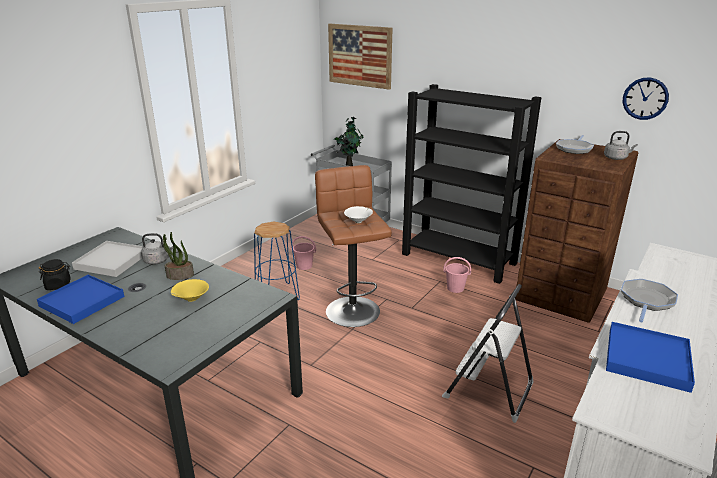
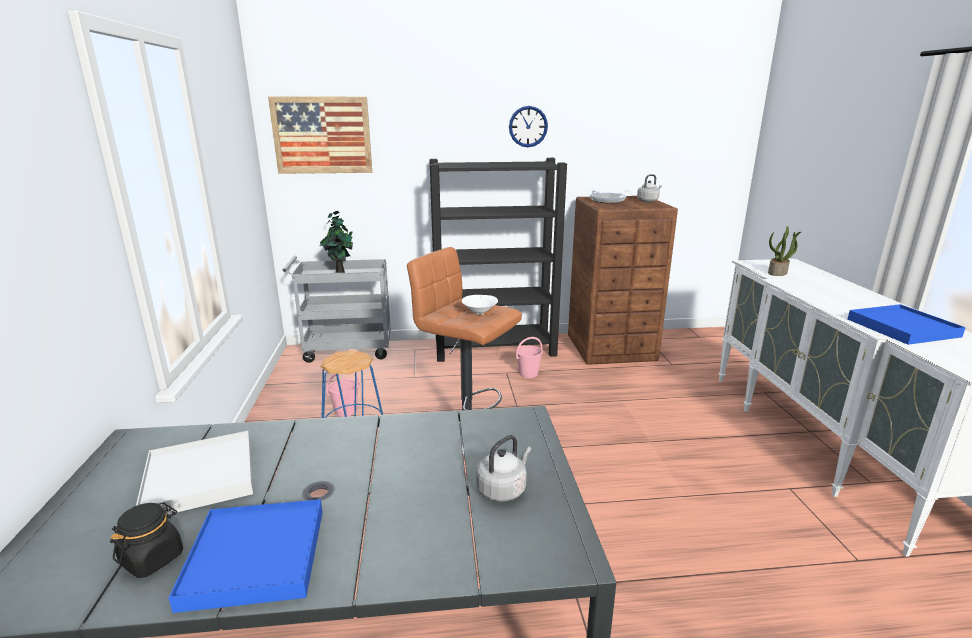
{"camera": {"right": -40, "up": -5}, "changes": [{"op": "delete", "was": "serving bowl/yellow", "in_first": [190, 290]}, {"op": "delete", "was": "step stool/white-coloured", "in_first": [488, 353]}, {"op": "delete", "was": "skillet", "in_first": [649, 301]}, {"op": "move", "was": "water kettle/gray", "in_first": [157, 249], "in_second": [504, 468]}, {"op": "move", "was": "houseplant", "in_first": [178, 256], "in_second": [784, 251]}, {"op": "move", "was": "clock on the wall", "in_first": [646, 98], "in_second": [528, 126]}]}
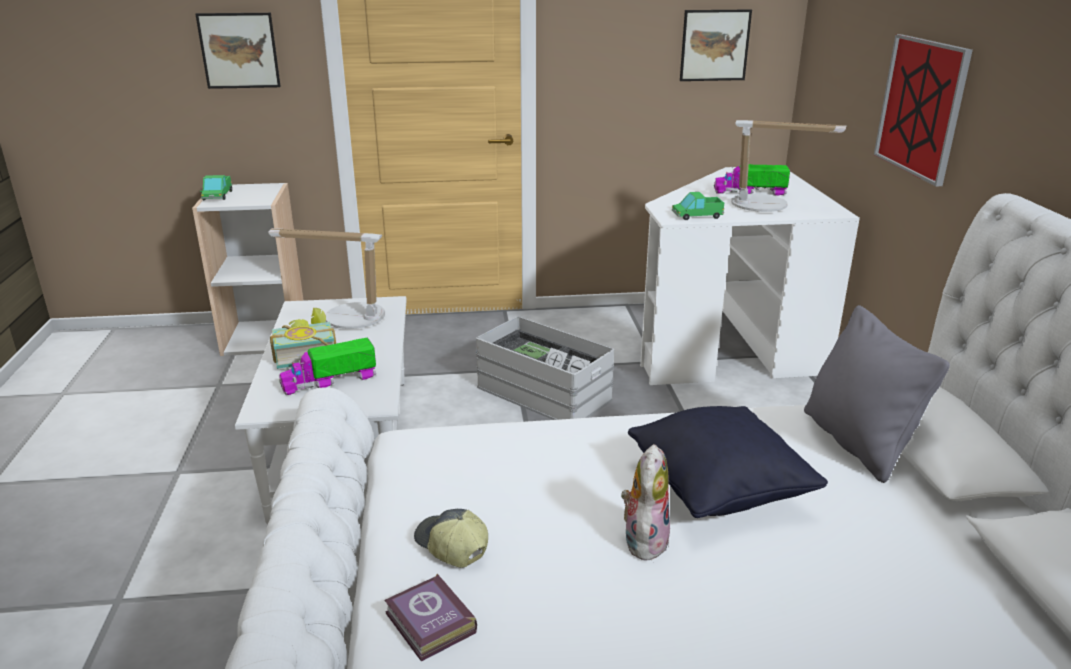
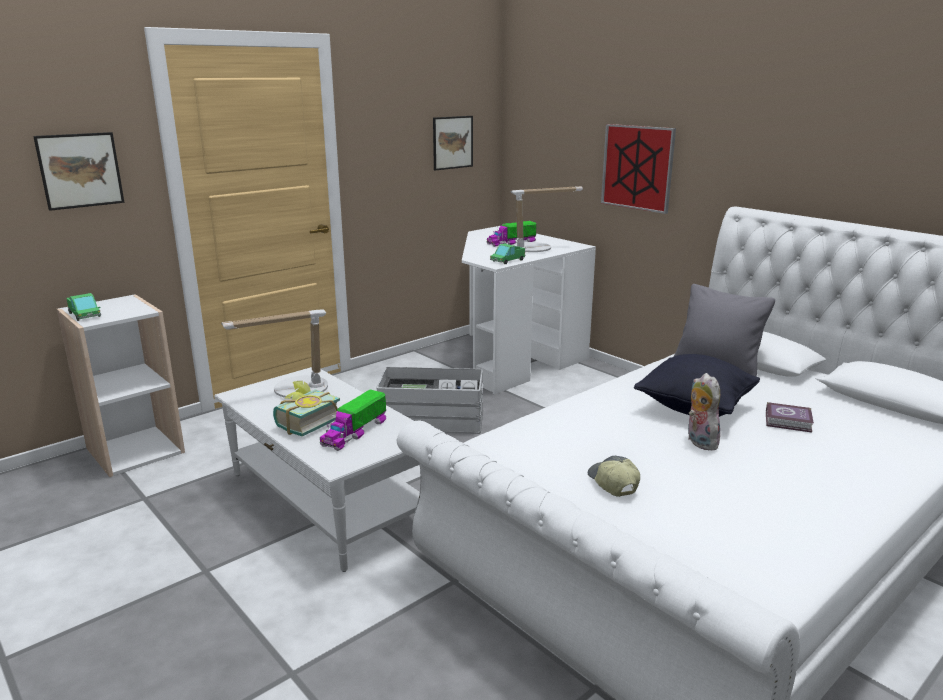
{"camera": {"right": -35, "up": -5}, "changes": [{"op": "move", "was": "volume", "in_first": [431, 618], "in_second": [790, 417]}, {"op": "rotate", "was": "cap", "in_first": [451, 538], "in_second": [614, 476], "clockwise": 60}]}
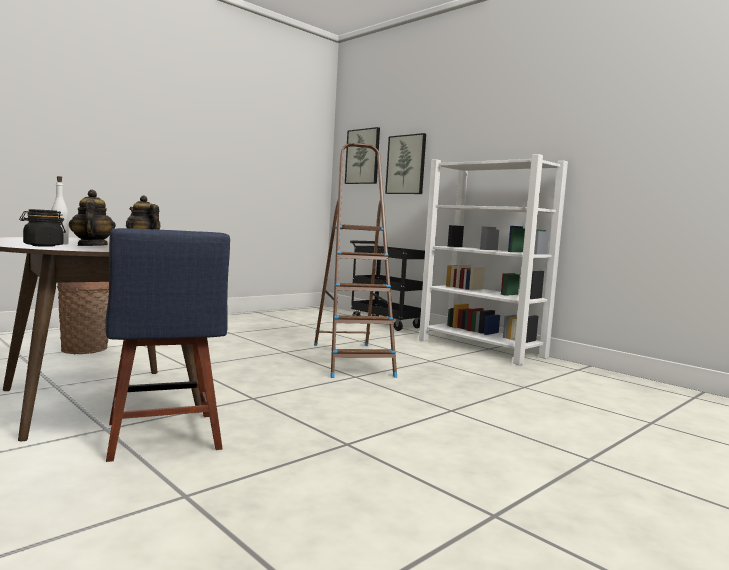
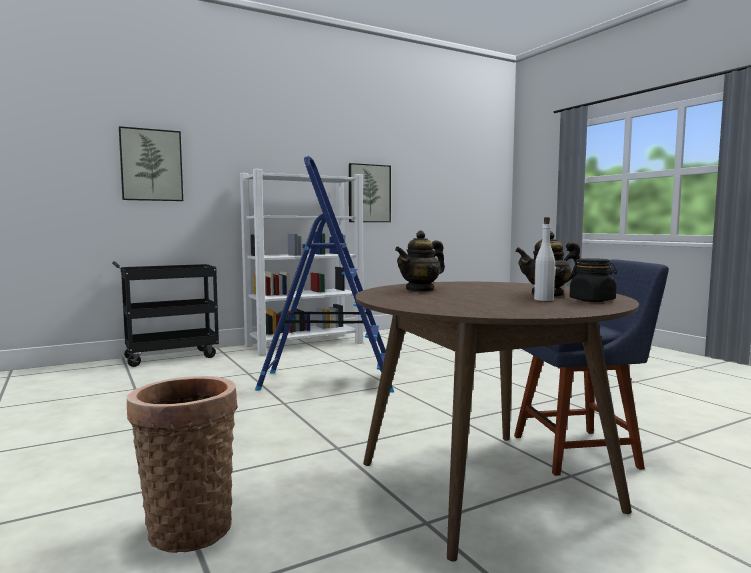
{"camera": {"right": -75, "up": 0}, "changes": [{"op": "move", "was": "picture", "in_first": [362, 155], "in_second": [370, 192]}, {"op": "recolor", "was": "step stool/brown", "now": "step stool/bluish", "in_first": [355, 260], "in_second": [325, 274]}]}
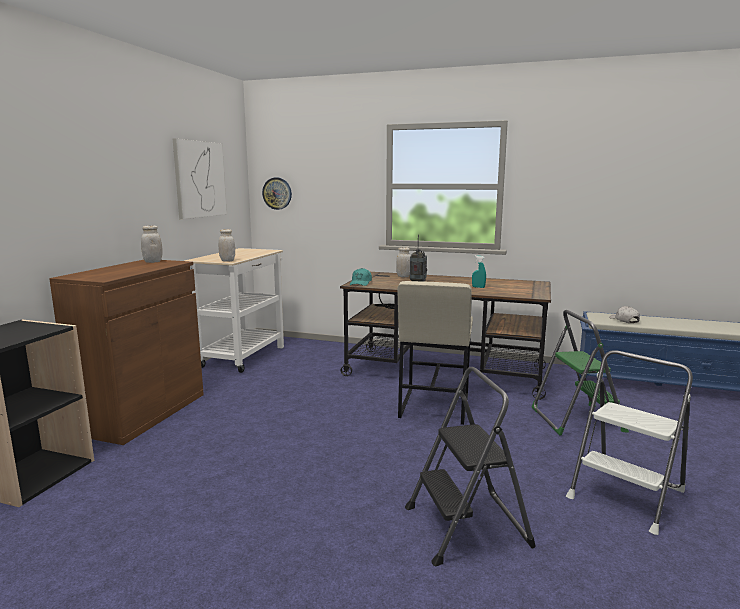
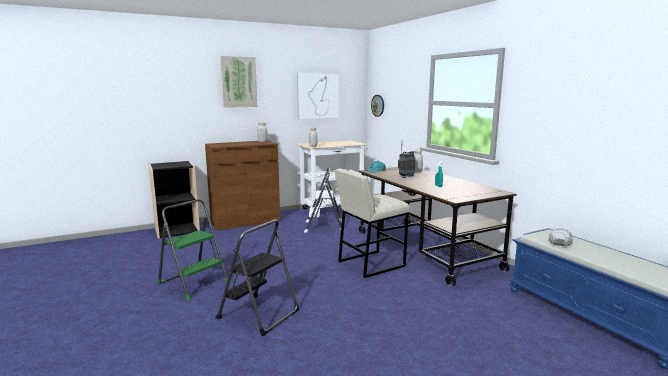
{"camera": {"right": 45, "up": 0}, "changes": [{"op": "insert", "now": "picture", "in_second": [239, 82]}, {"op": "move", "was": "step stool/green", "in_first": [580, 373], "in_second": [193, 250]}, {"op": "move", "was": "step stool/white-coloured", "in_first": [629, 442], "in_second": [323, 200]}]}
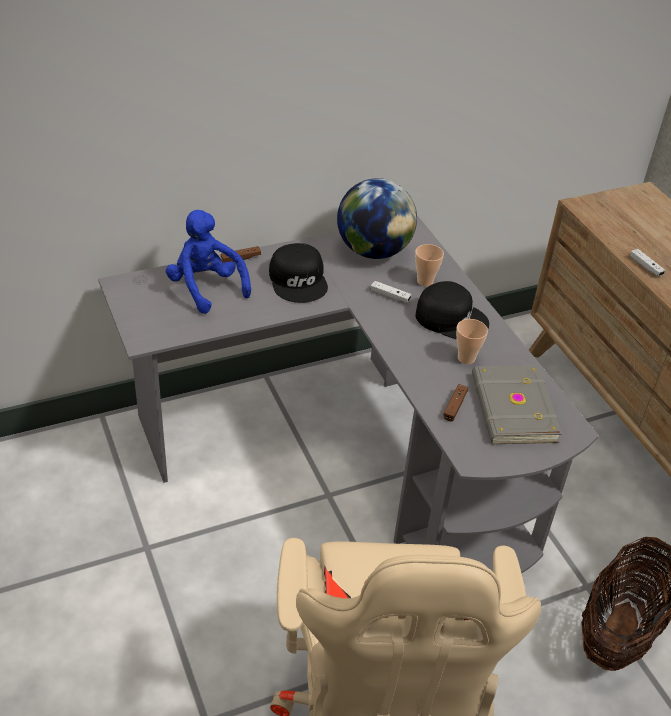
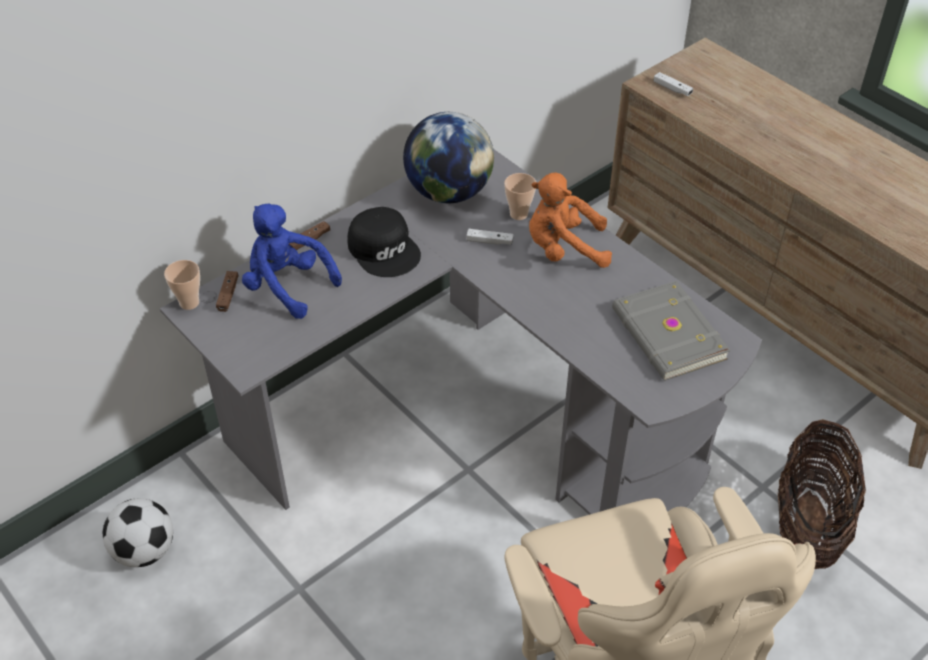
{"camera": {"right": -15, "up": 5}, "changes": [{"op": "insert", "now": "ball for football", "in_second": [138, 532]}, {"op": "move", "was": "gamepad/brown", "in_first": [455, 402], "in_second": [227, 291]}, {"op": "move", "was": "drinking cup", "in_first": [472, 341], "in_second": [182, 285]}, {"op": "move", "was": "gamepad/white-coloured", "in_first": [647, 262], "in_second": [673, 84]}, {"op": "replace", "was": "cap/black-coloured", "now": "plush toy/orange", "in_first": [452, 310], "in_second": [570, 220]}]}
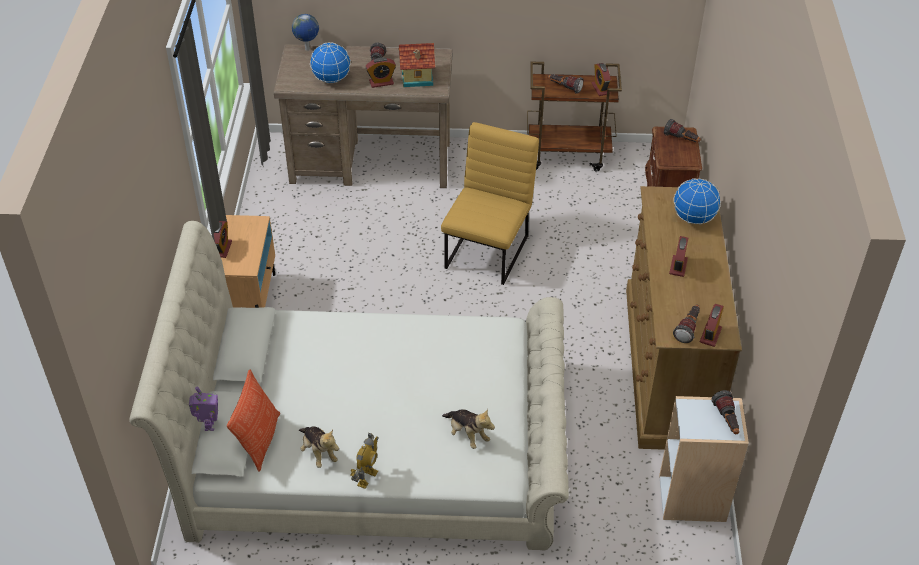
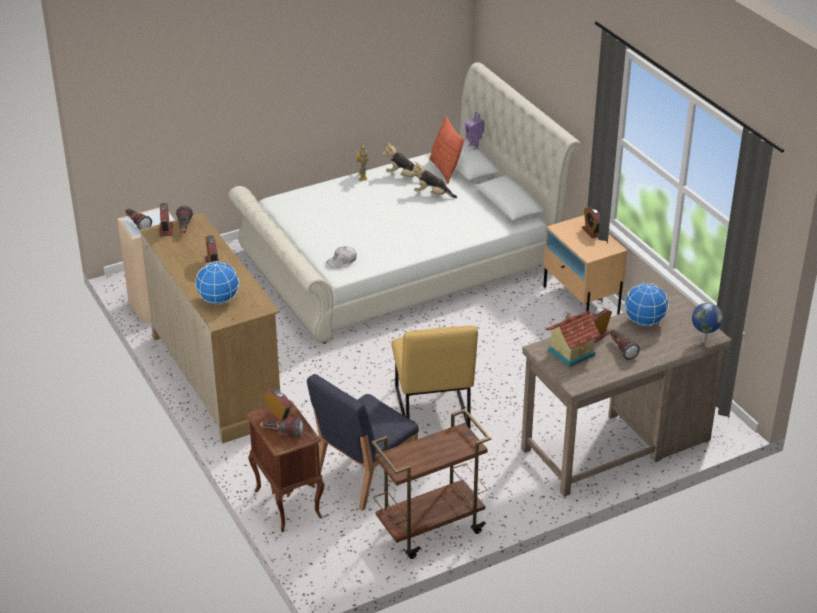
{"camera": {"right": 150, "up": -10}, "changes": [{"op": "delete", "was": "flashlight", "in_first": [565, 84]}, {"op": "insert", "now": "upright chair/bluish", "in_second": [363, 442]}, {"op": "insert", "now": "cap/white-coloured", "in_second": [341, 257]}, {"op": "move", "was": "plush toy", "in_first": [468, 429], "in_second": [433, 179]}, {"op": "move", "was": "table clock", "in_first": [601, 79], "in_second": [278, 405]}]}
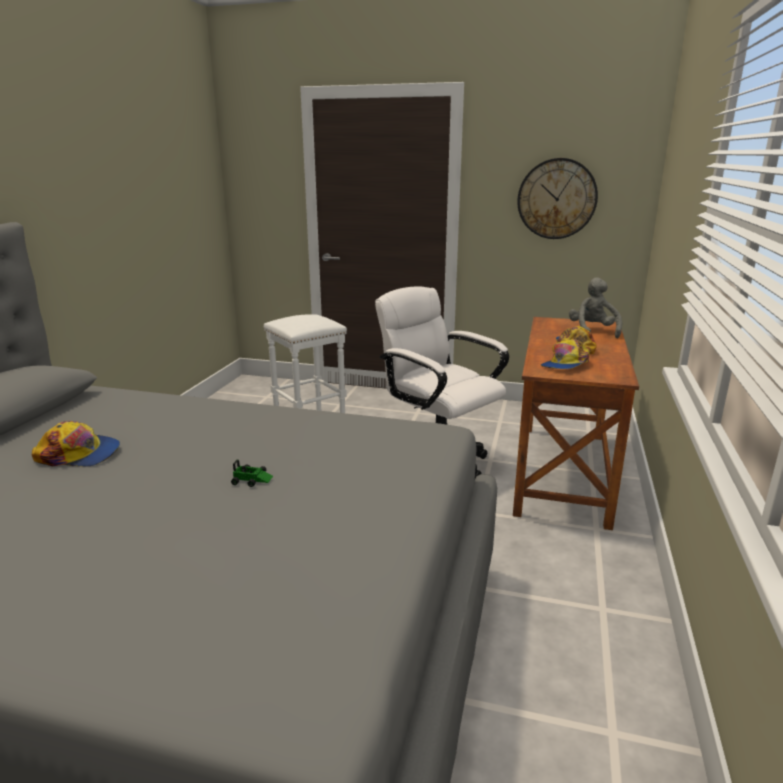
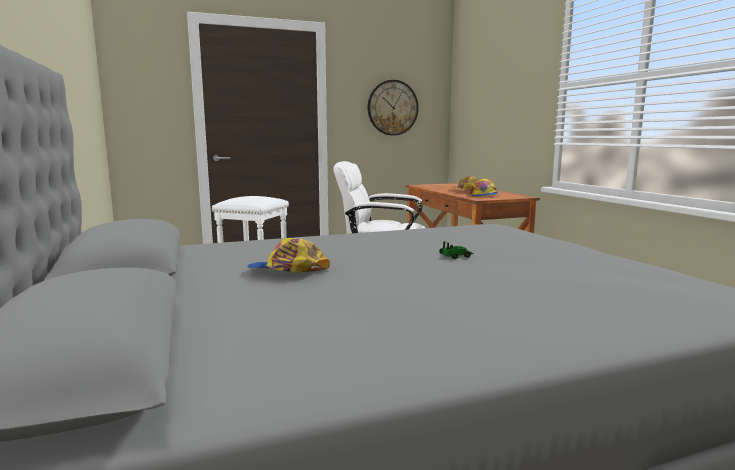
{"camera": {"right": -35, "up": -10}, "changes": [{"op": "delete", "was": "plush toy/gray", "in_first": [595, 307]}, {"op": "rotate", "was": "cap", "in_first": [76, 444], "in_second": [288, 255], "clockwise": -135}]}
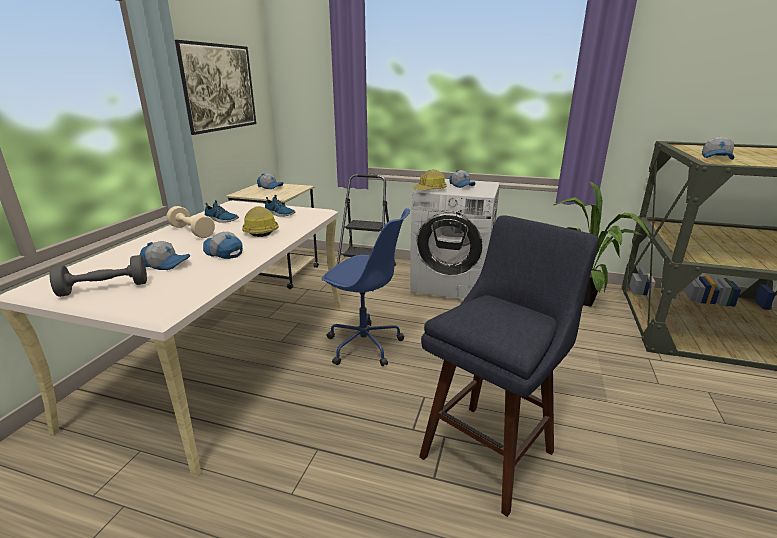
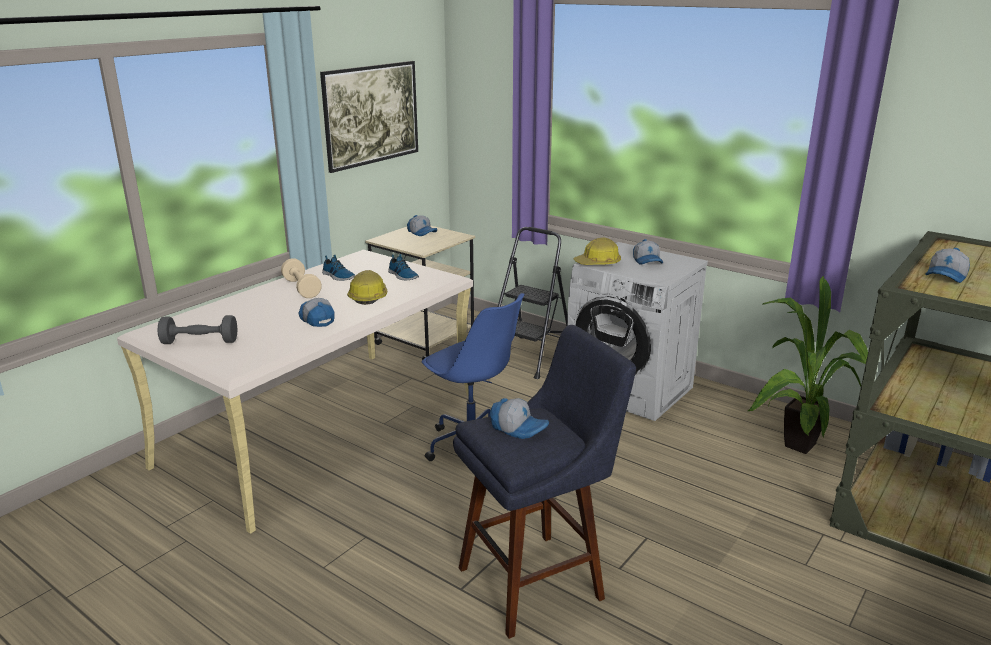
{"camera": {"right": 20, "up": 0}, "changes": [{"op": "move", "was": "cap", "in_first": [165, 255], "in_second": [519, 418]}]}
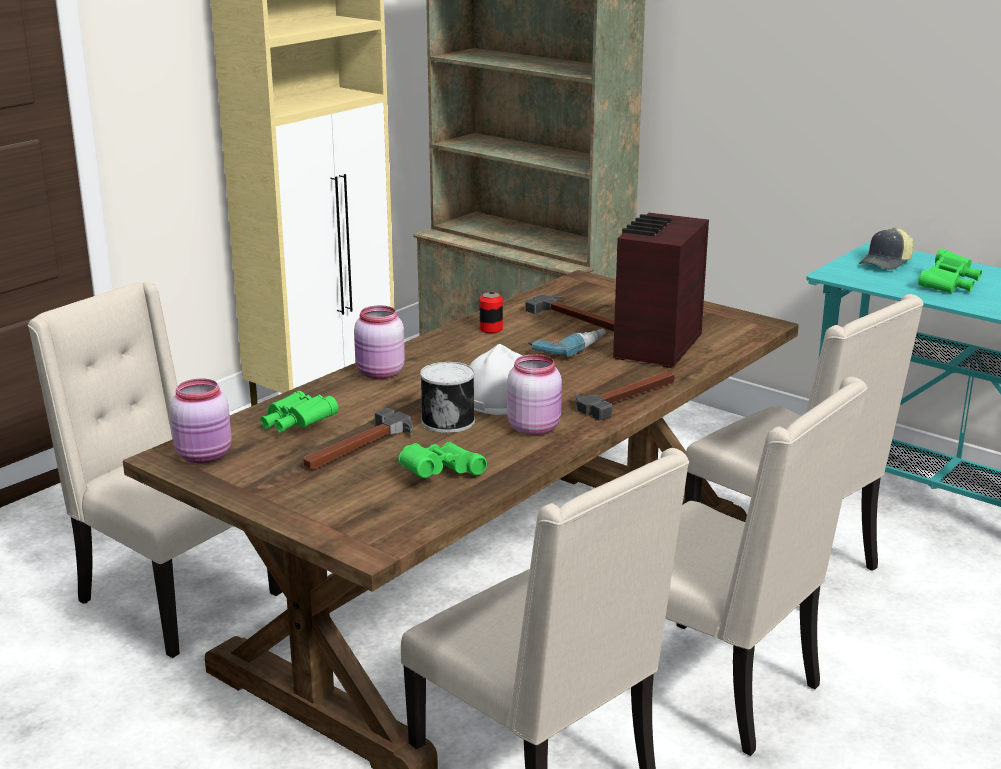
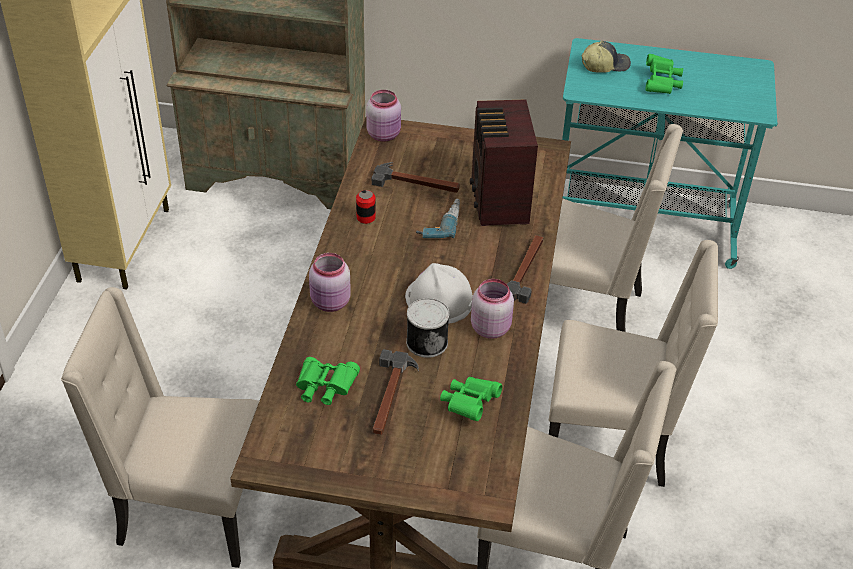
{"camera": {"right": -30, "up": 20}, "changes": [{"op": "move", "was": "preserve jar/pink-coloured", "in_first": [201, 421], "in_second": [383, 116]}, {"op": "rotate", "was": "cap", "in_first": [886, 248], "in_second": [606, 57], "clockwise": -120}]}
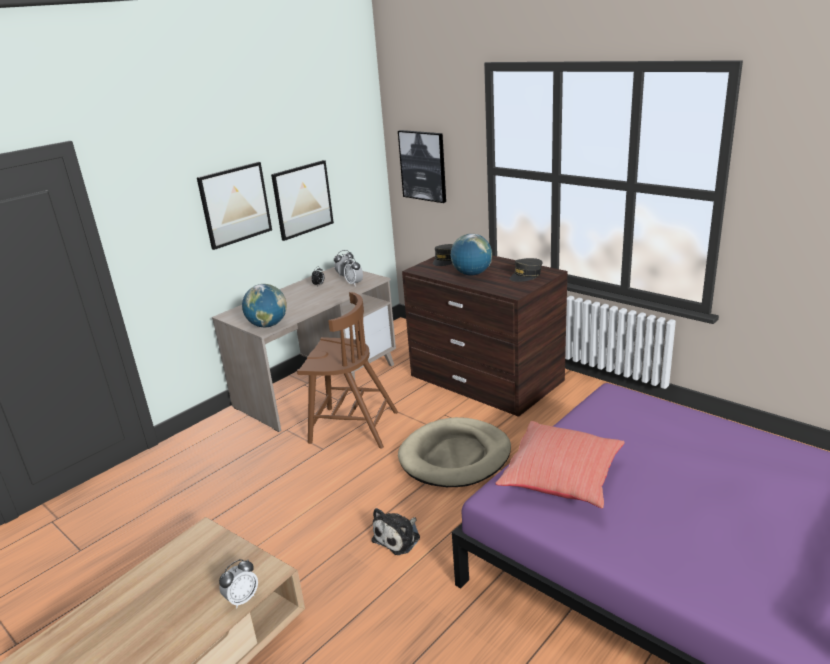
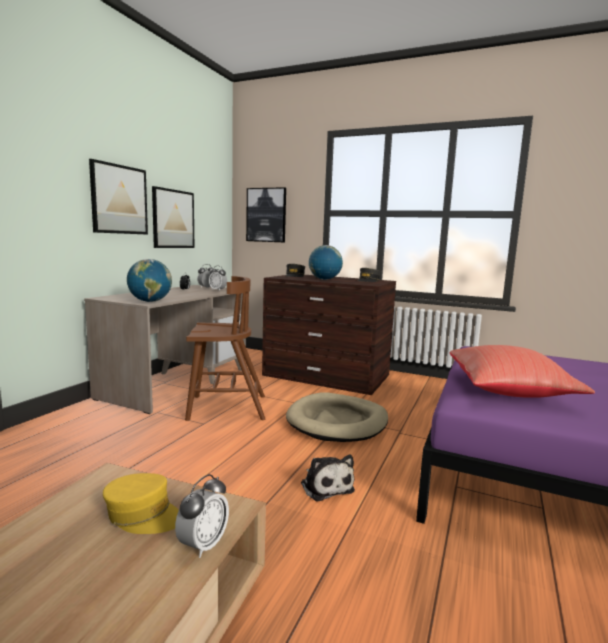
{"camera": {"right": -20, "up": -15}, "changes": [{"op": "insert", "now": "cap/yellow", "in_second": [141, 503]}, {"op": "rotate", "was": "plush toy", "in_first": [396, 531], "in_second": [328, 478], "clockwise": -45}]}
